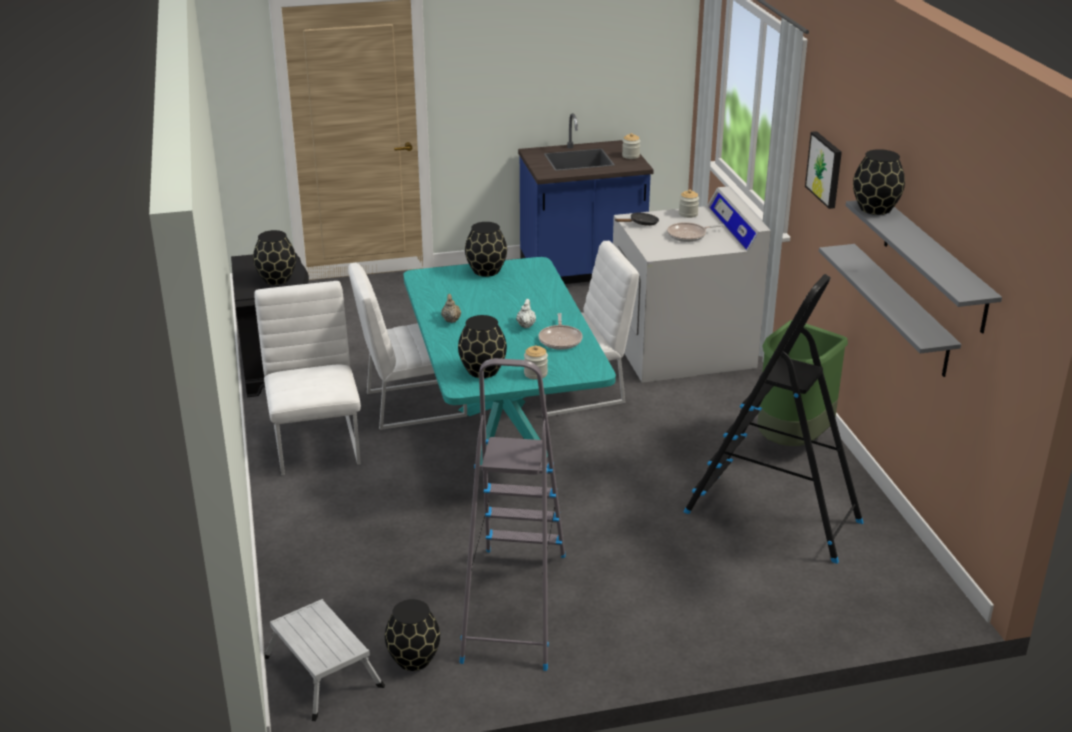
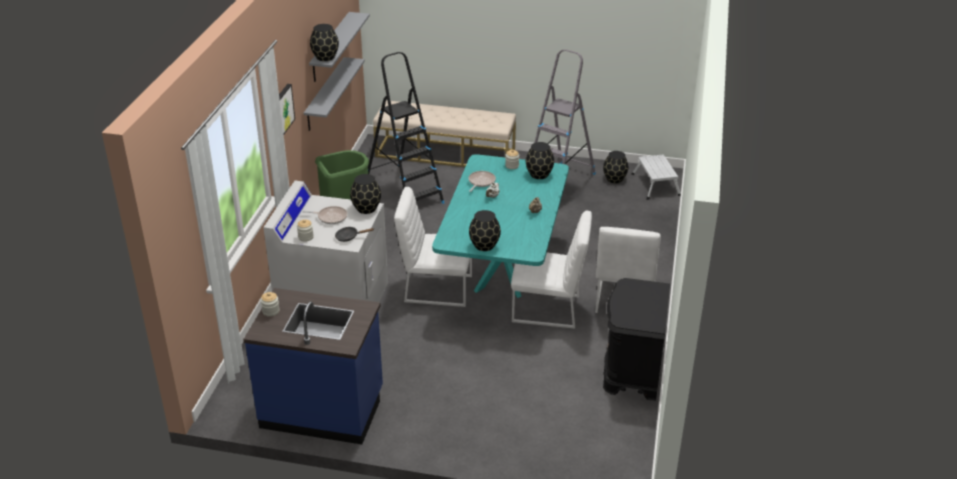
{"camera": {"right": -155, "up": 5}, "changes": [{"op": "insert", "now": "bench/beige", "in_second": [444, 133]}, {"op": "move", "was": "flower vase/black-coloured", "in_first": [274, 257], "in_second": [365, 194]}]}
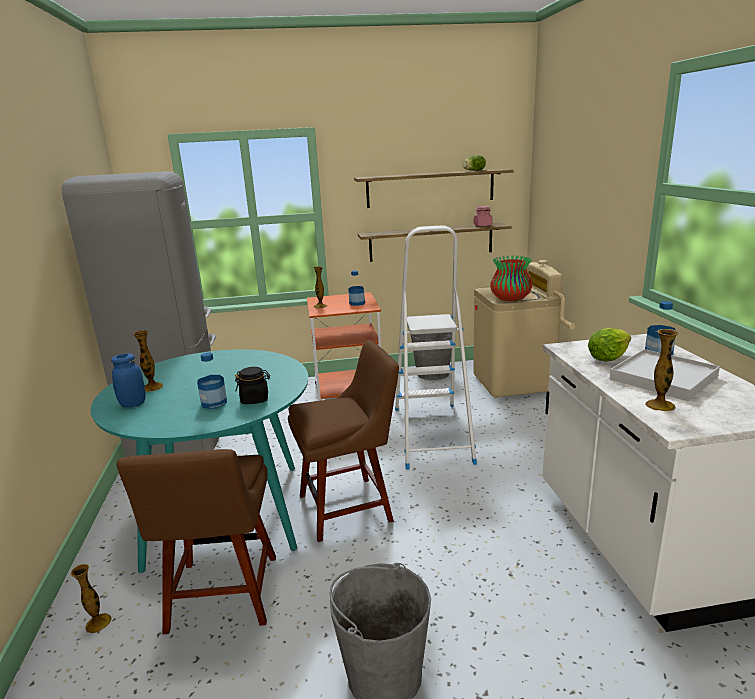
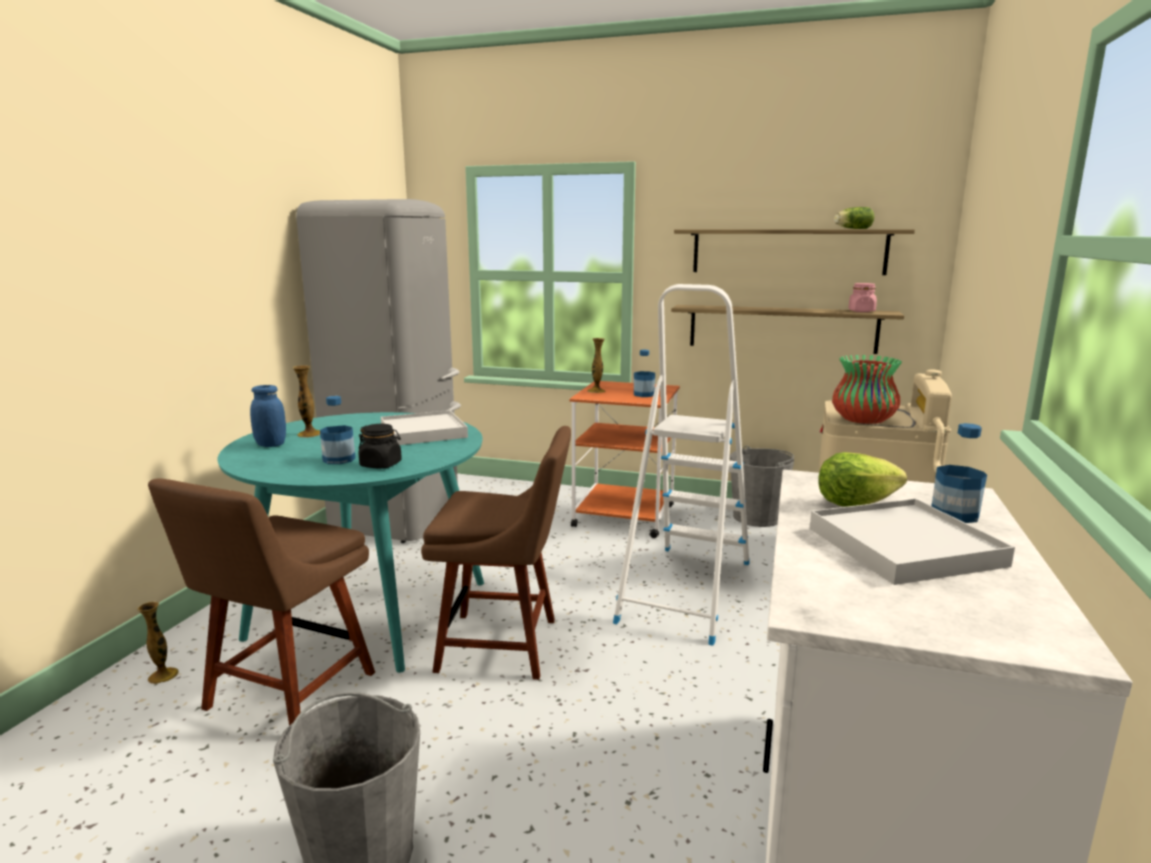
{"camera": {"right": 25, "up": -5}, "changes": [{"op": "delete", "was": "flower vase", "in_first": [662, 370]}, {"op": "insert", "now": "tray/white-coloured", "in_second": [424, 427]}]}
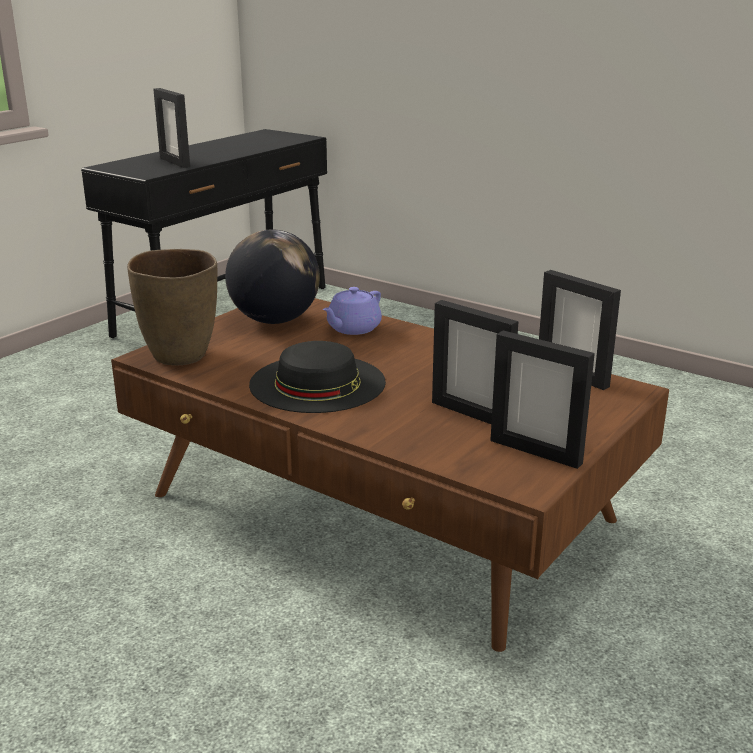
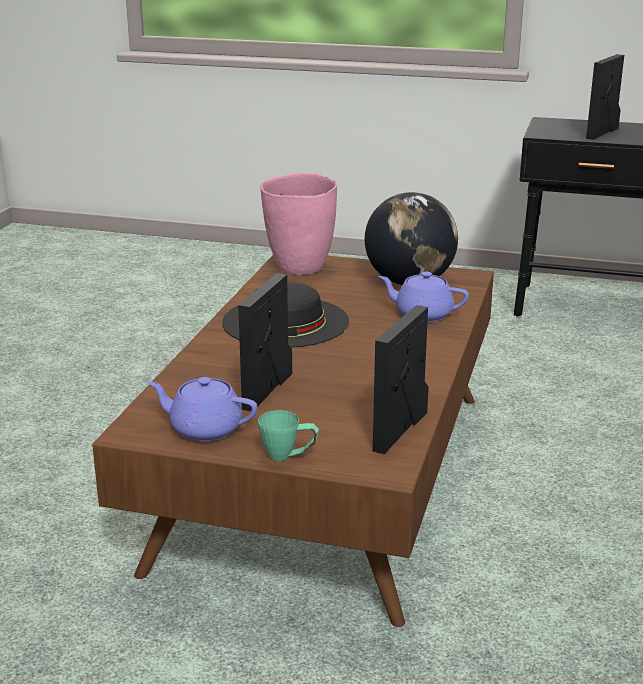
{"camera": {"right": 70, "up": 0}, "changes": [{"op": "insert", "now": "coffee mug/green", "in_second": [288, 435]}, {"op": "replace", "was": "picture frame", "now": "teapot/purple", "in_first": [542, 400], "in_second": [202, 409]}, {"op": "recolor", "was": "flower vase/brown", "now": "flower vase/pink-coloured", "in_first": [172, 307], "in_second": [298, 224]}]}
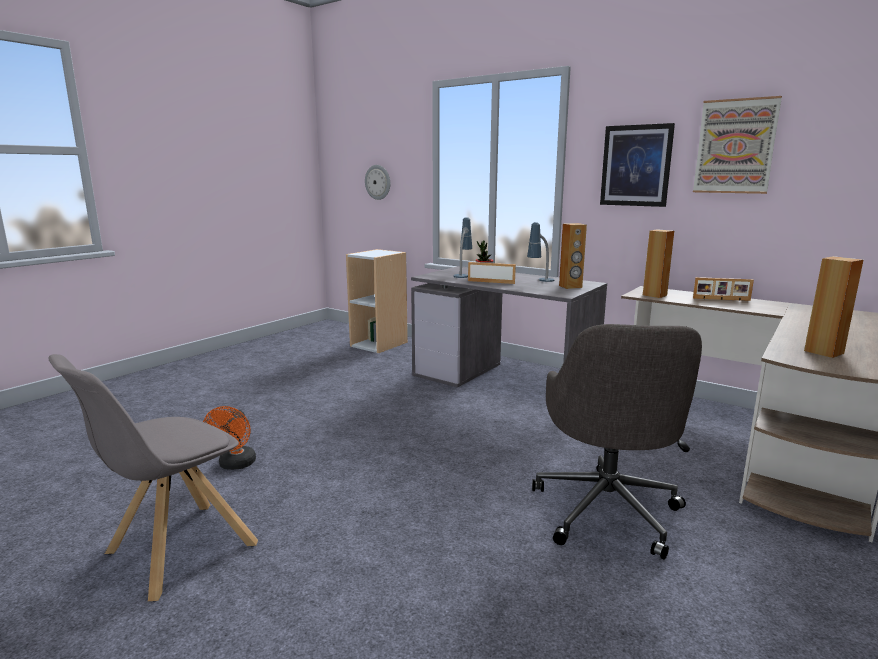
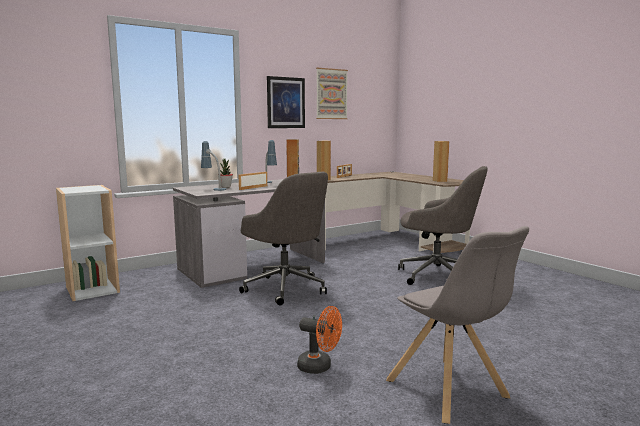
{"camera": {"right": -70, "up": -5}, "changes": [{"op": "delete", "was": "clock on the wall", "in_first": [377, 182]}, {"op": "insert", "now": "computer chair/gray", "in_second": [283, 238]}]}
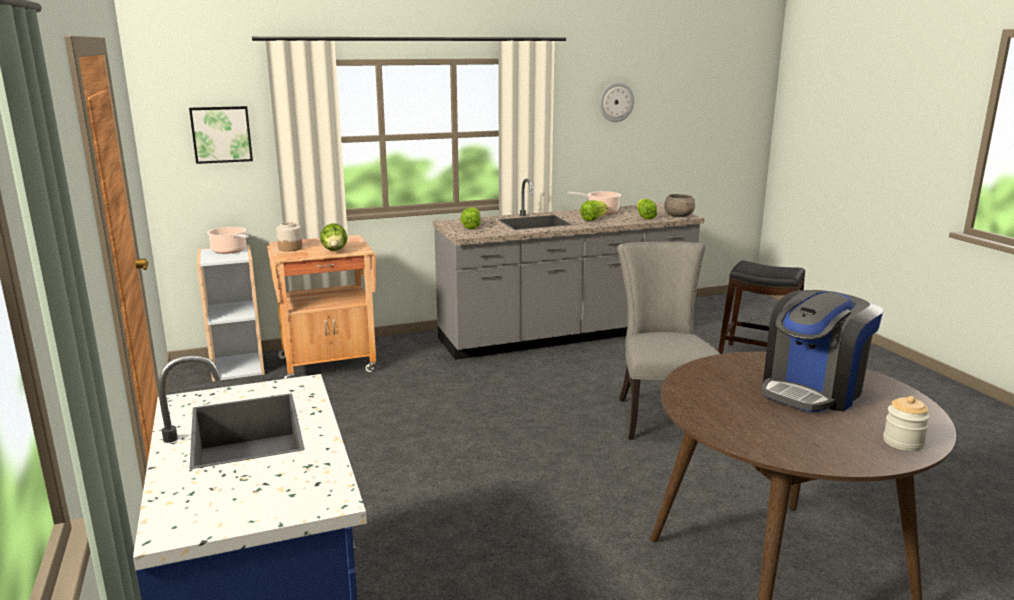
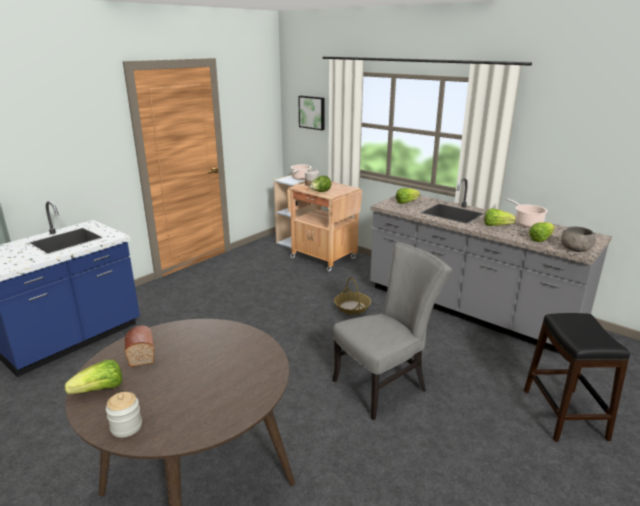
{"camera": {"right": 60, "up": 5}, "changes": [{"op": "delete", "was": "clock on the wall", "in_first": [616, 102]}, {"op": "delete", "was": "coffee brewer", "in_first": [823, 351]}, {"op": "insert", "now": "lettuce head", "in_second": [93, 377]}, {"op": "insert", "now": "bakery bread", "in_second": [139, 346]}, {"op": "insert", "now": "storage basket", "in_second": [352, 295]}]}
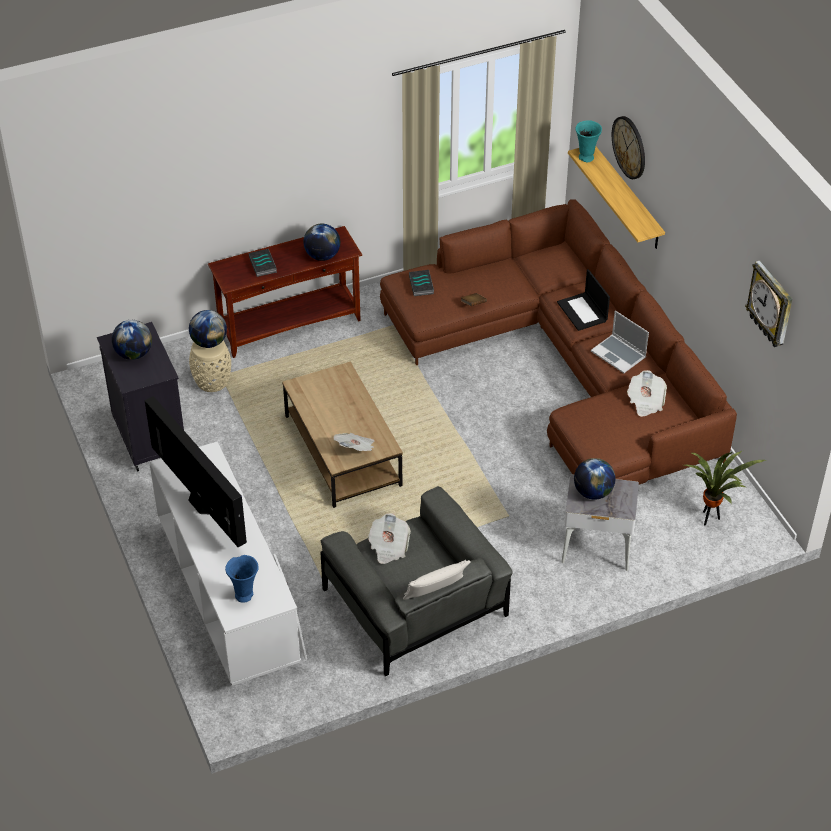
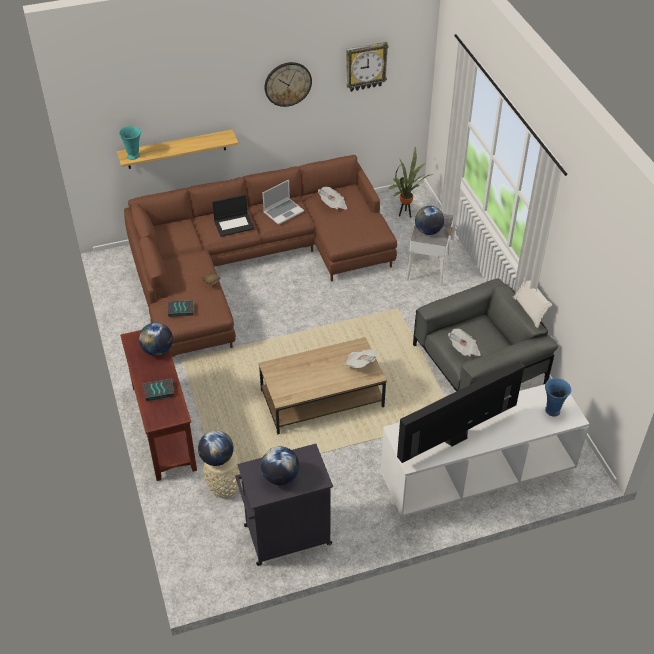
{"camera": {"right": -85, "up": 0}, "changes": [{"op": "move", "was": "clock on the wall", "in_first": [628, 147], "in_second": [288, 84]}]}
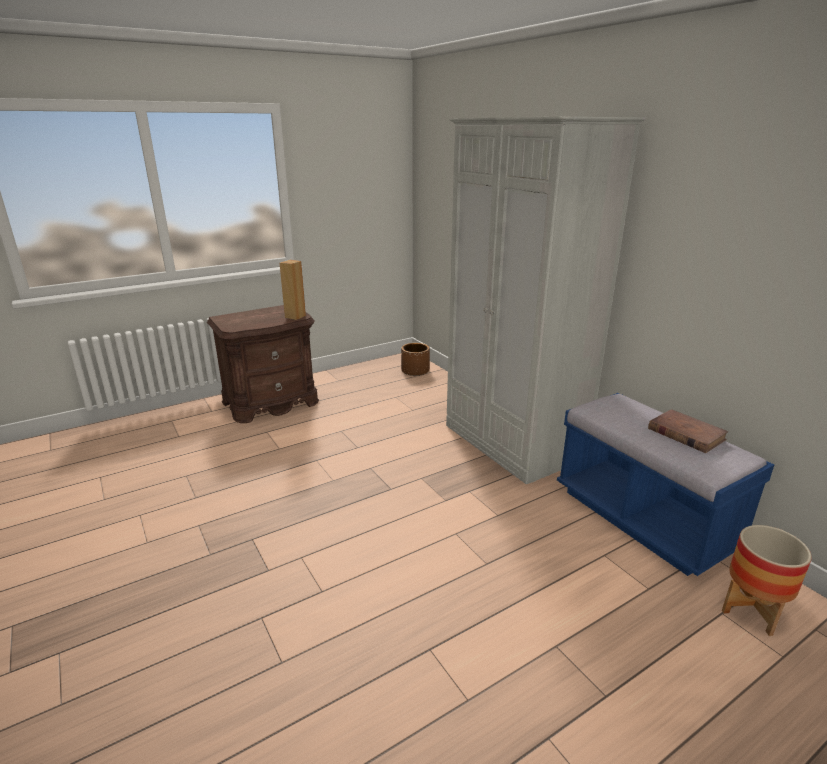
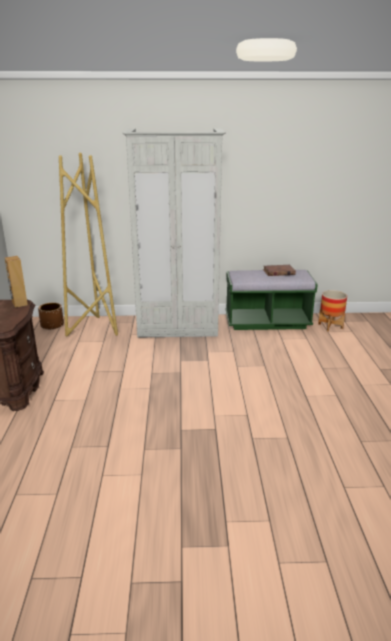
{"camera": {"right": -60, "up": 0}, "changes": [{"op": "insert", "now": "garment rack/yellow", "in_second": [88, 244]}, {"op": "recolor", "was": "bench/bluish", "now": "bench/green", "in_first": [665, 484], "in_second": [272, 300]}]}
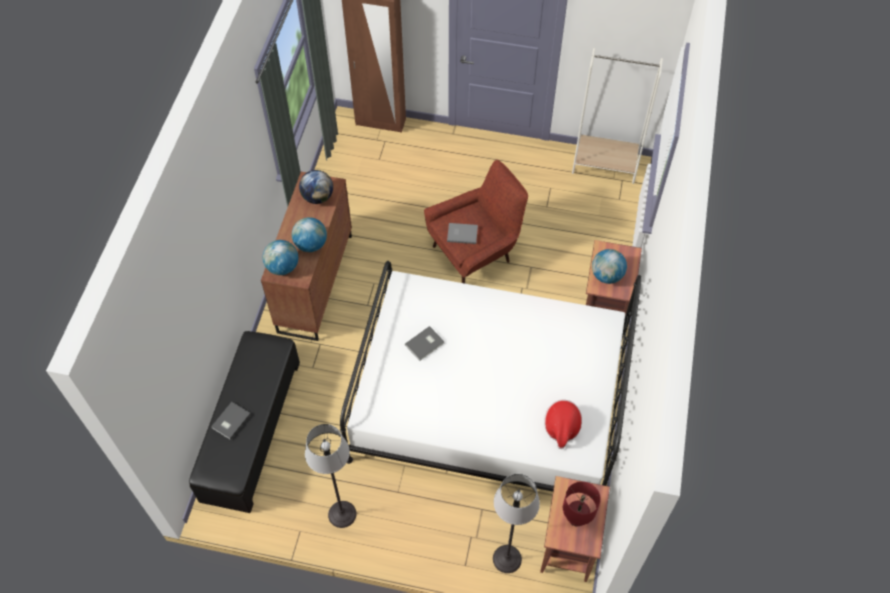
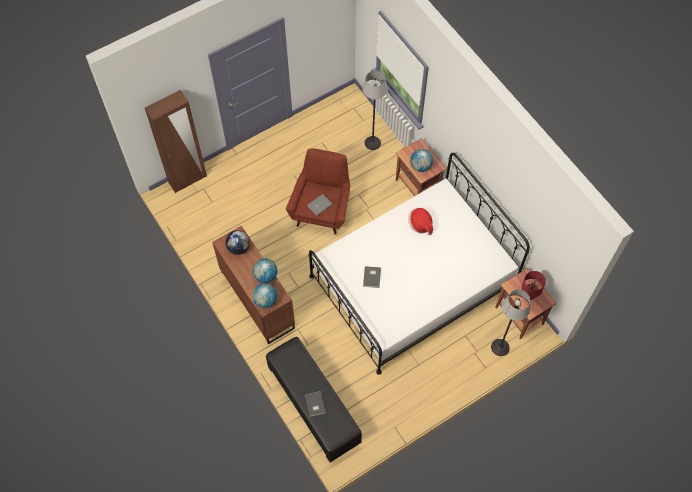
{"camera": {"right": -45, "up": 5}, "changes": [{"op": "delete", "was": "garment rack", "in_first": [617, 116]}, {"op": "move", "was": "standing lamp", "in_first": [330, 476], "in_second": [375, 110]}, {"op": "move", "was": "clothing hat", "in_first": [563, 424], "in_second": [420, 221]}]}
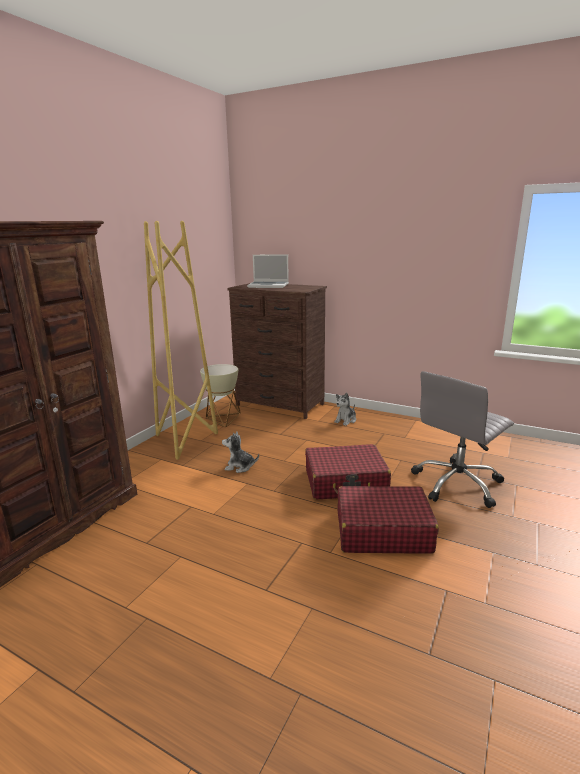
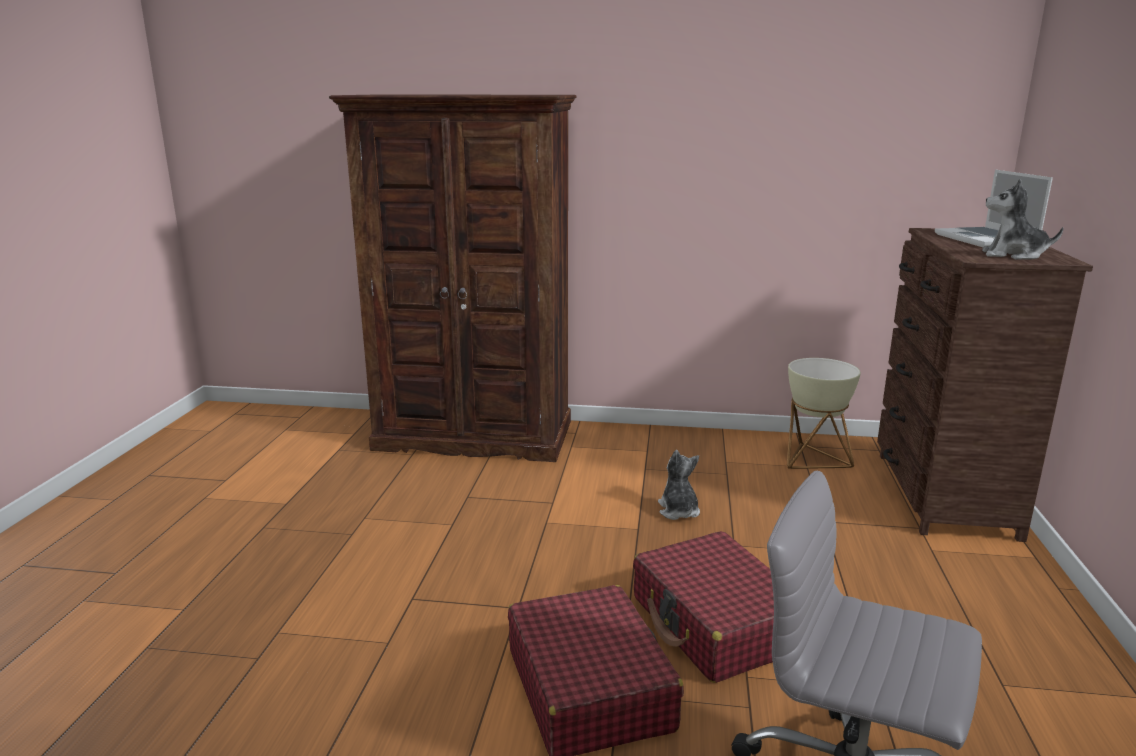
{"camera": {"right": 70, "up": 0}, "changes": [{"op": "delete", "was": "garment rack/yellow", "in_first": [181, 340]}, {"op": "move", "was": "plush toy", "in_first": [345, 409], "in_second": [1023, 219]}]}
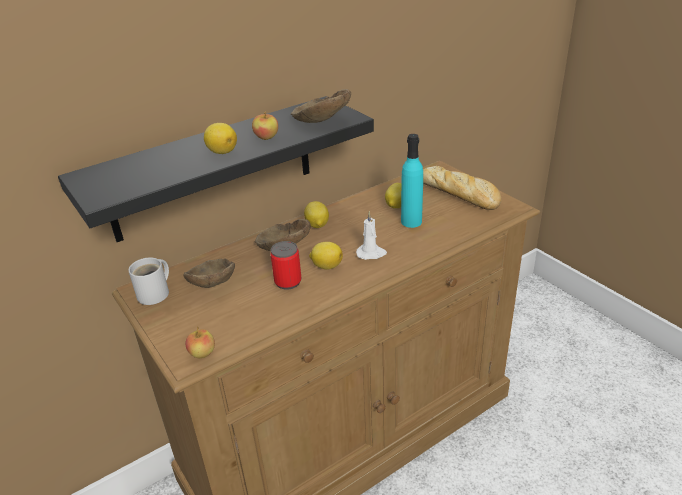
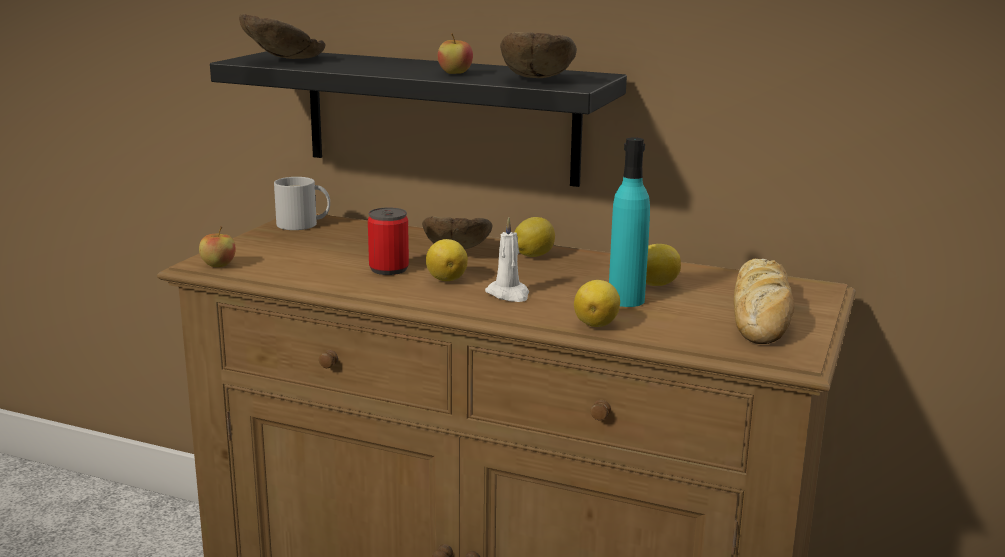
{"camera": {"right": 55, "up": -15}, "changes": [{"op": "move", "was": "serving bowl/brown", "in_first": [209, 273], "in_second": [282, 36]}, {"op": "move", "was": "lemon", "in_first": [220, 138], "in_second": [597, 303]}]}
